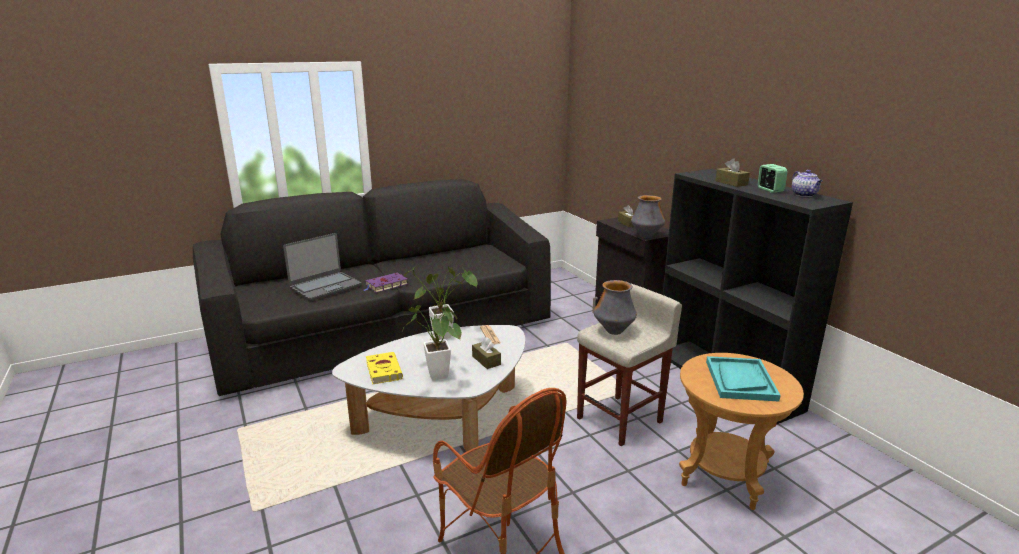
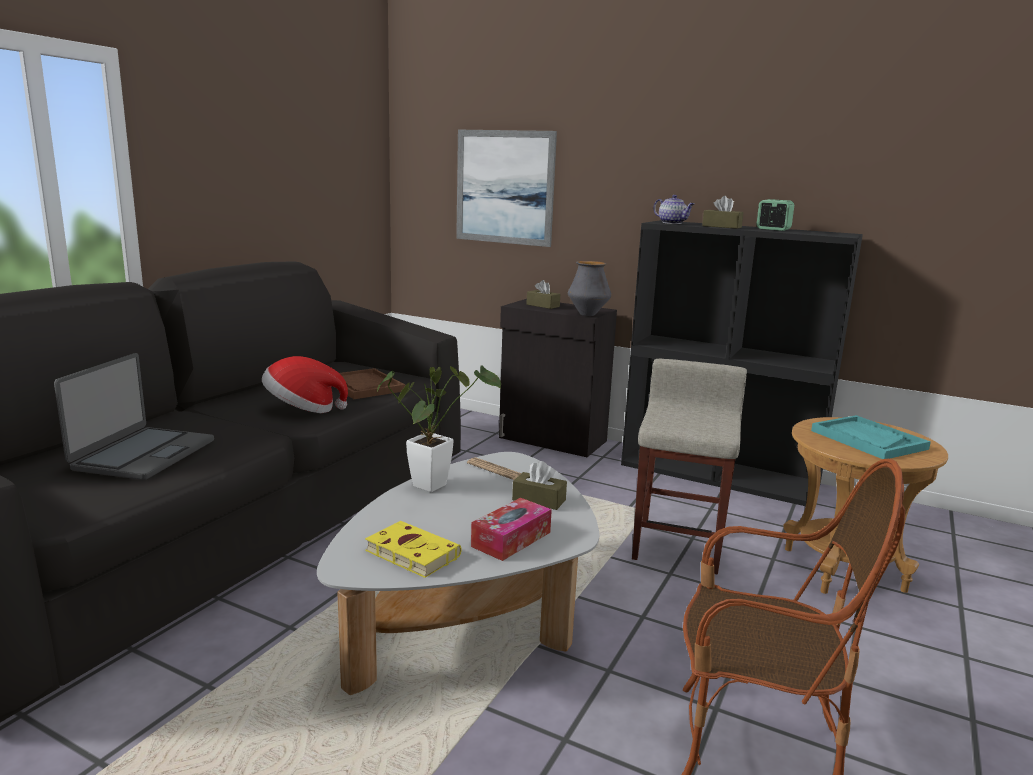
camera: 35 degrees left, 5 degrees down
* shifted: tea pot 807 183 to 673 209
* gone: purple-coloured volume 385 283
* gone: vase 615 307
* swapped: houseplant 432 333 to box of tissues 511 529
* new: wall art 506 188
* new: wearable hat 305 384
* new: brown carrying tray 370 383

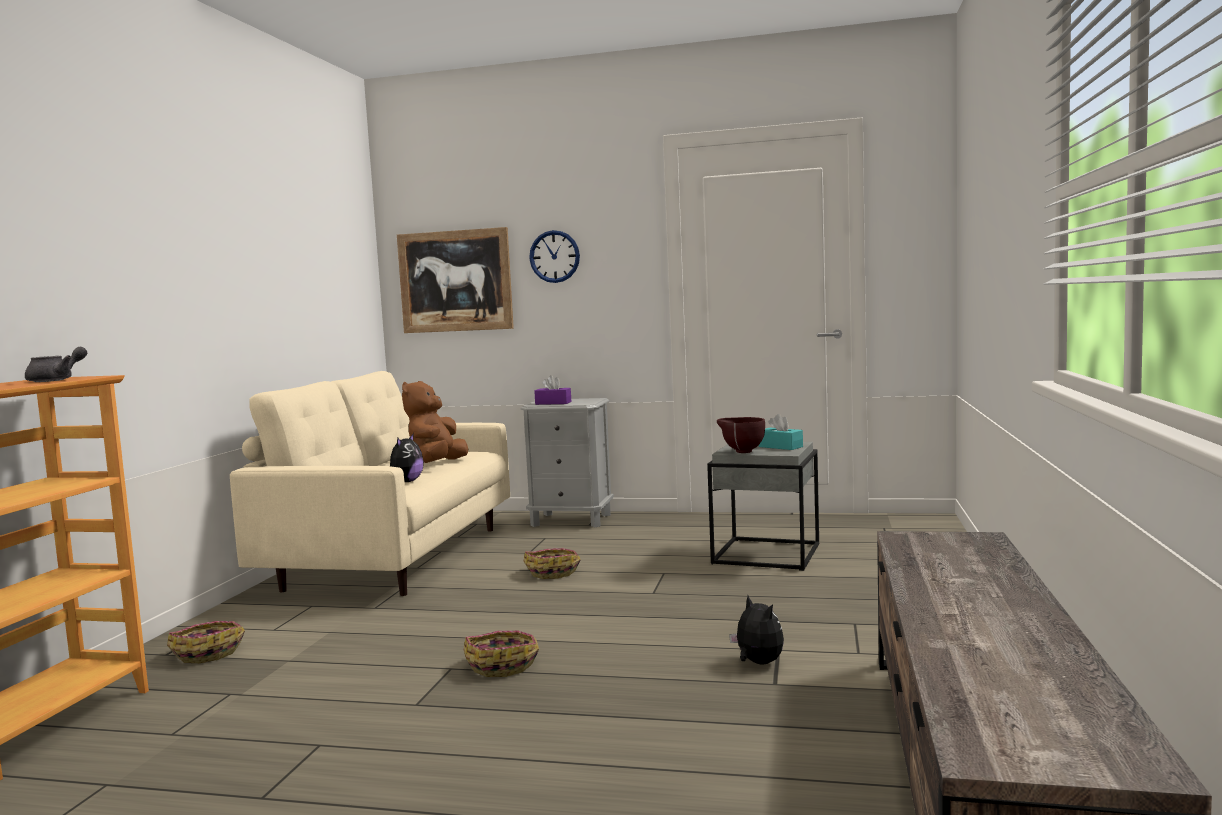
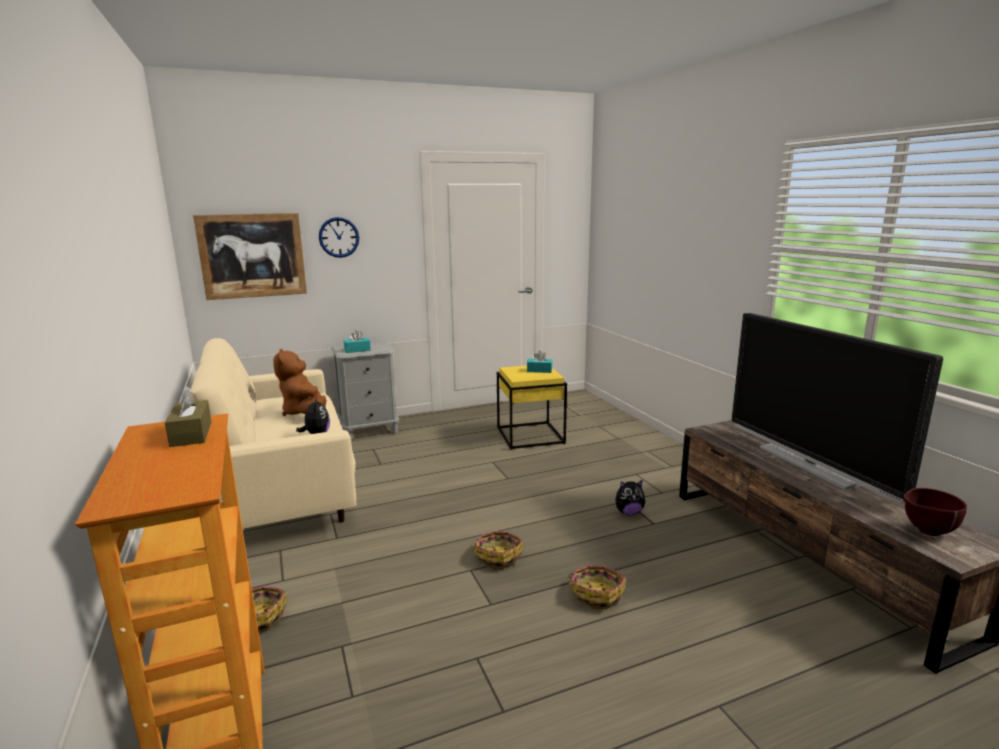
camera: 35 degrees left, 10 degrees up
* swapped: grey tea pot 56 364 to brown box of tissues 188 417
* repainted: purple-coloured box of tissues 552 390 to turquoise box of tissues 357 341
* shifted: brown deep dish 741 435 to 935 512
* repainted: grey side table 763 506 to yellow-coloured side table 532 407
* shifted: basket 552 563 to 597 587
* rotated: cuddly toy 756 630 = 630 497 150 degrees clockwise
* new: TV set 837 408

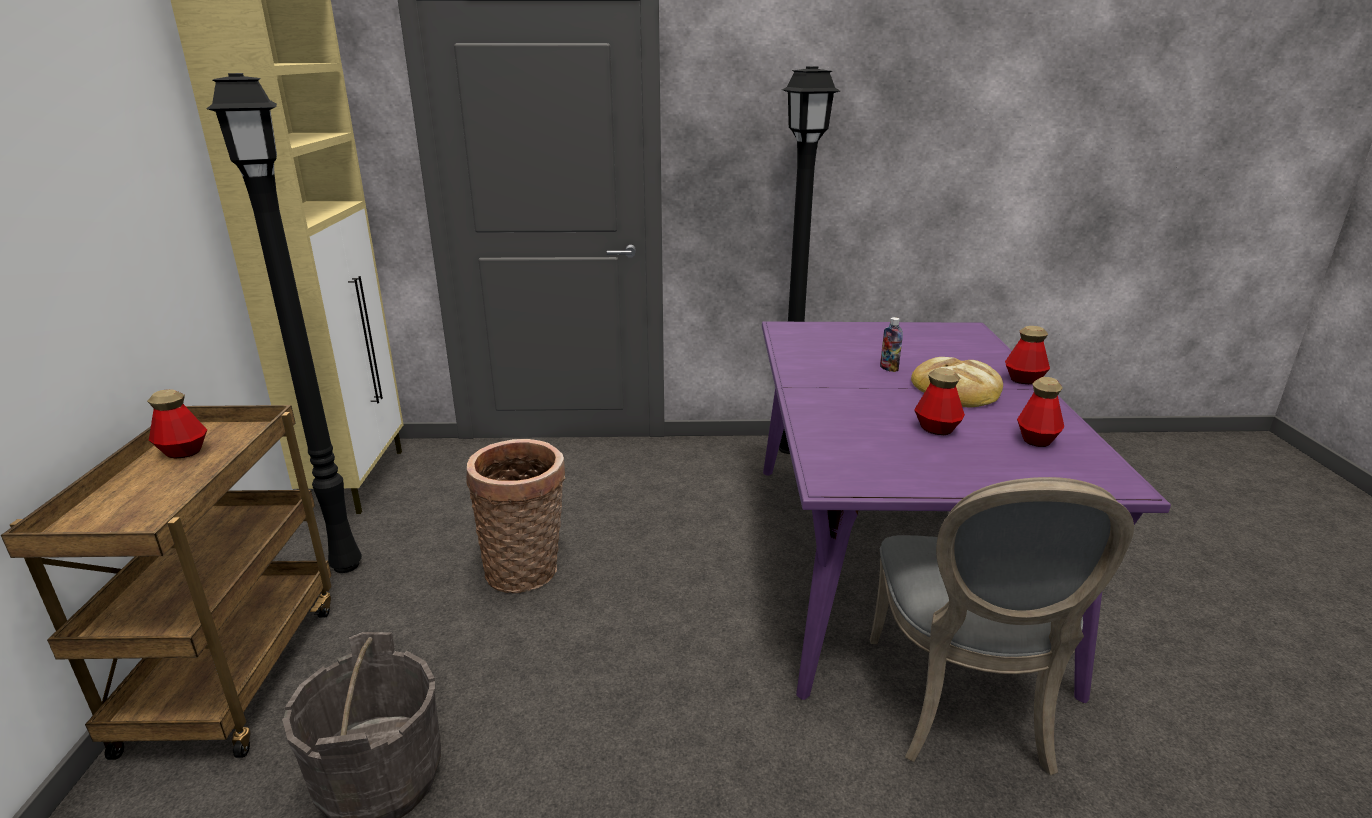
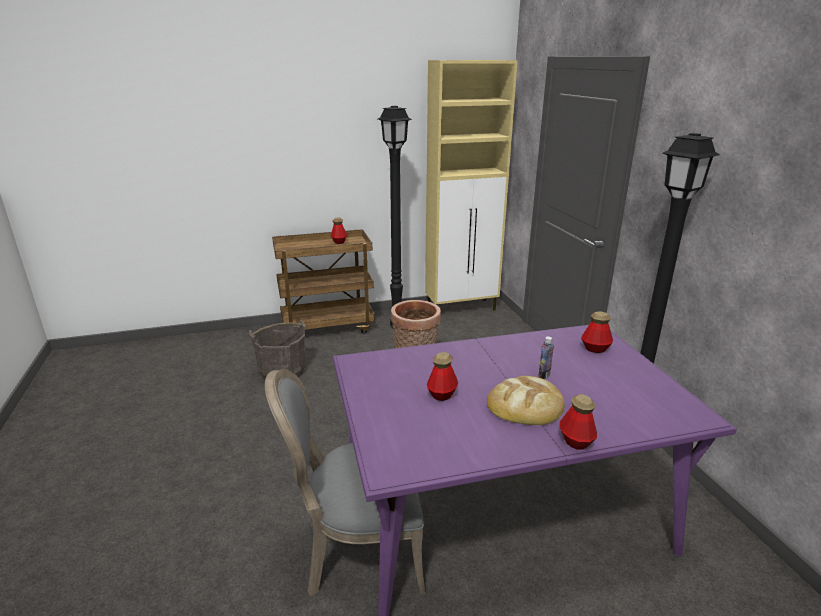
camera: 75 degrees right, 0 degrees up
* shifted: beverage bottle 1040 412 to 597 332

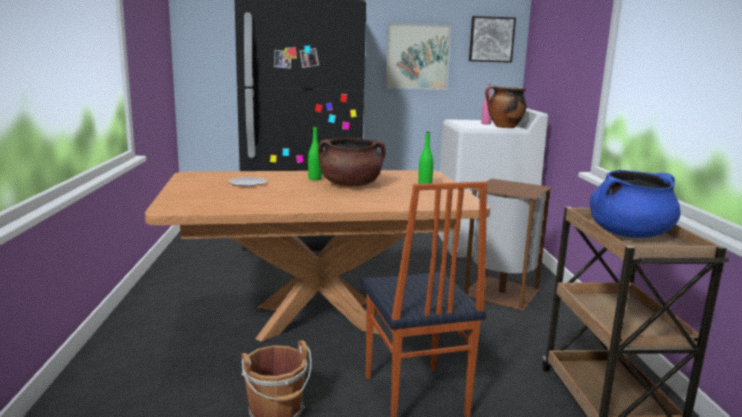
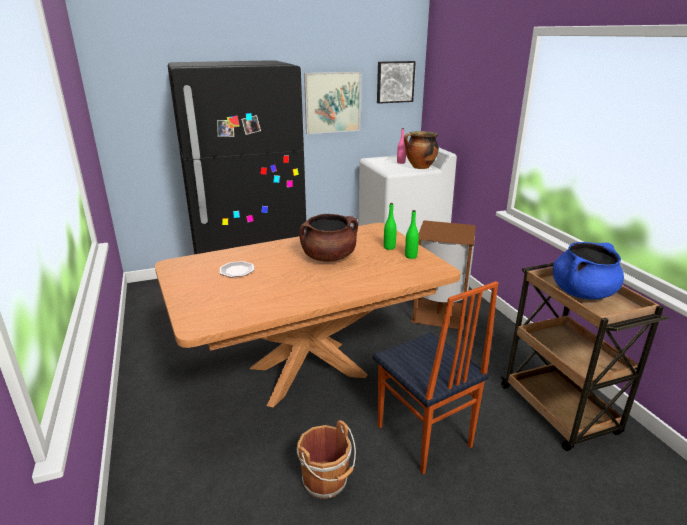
camera: 15 degrees left, 10 degrees up
* shifted: green-coloured beverage bottle 315 153 to 412 234

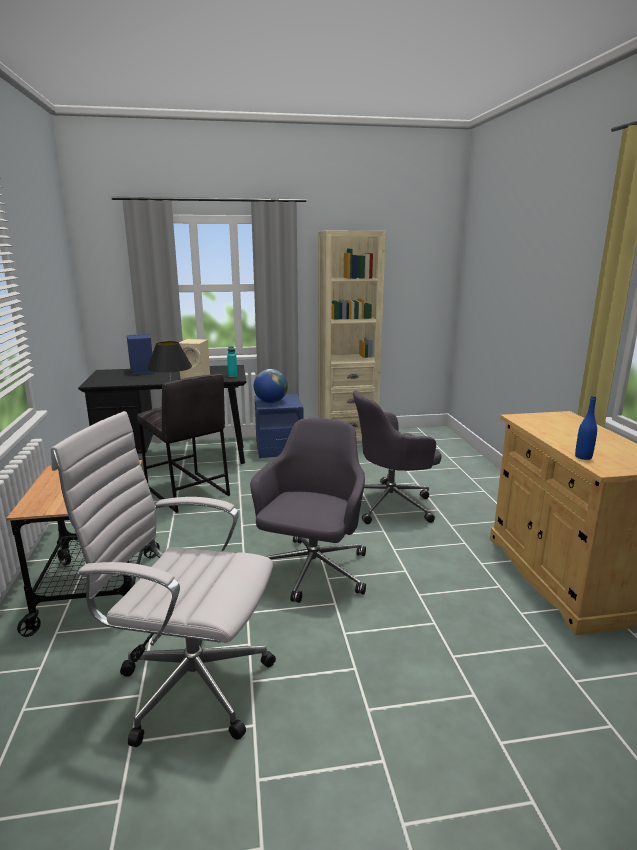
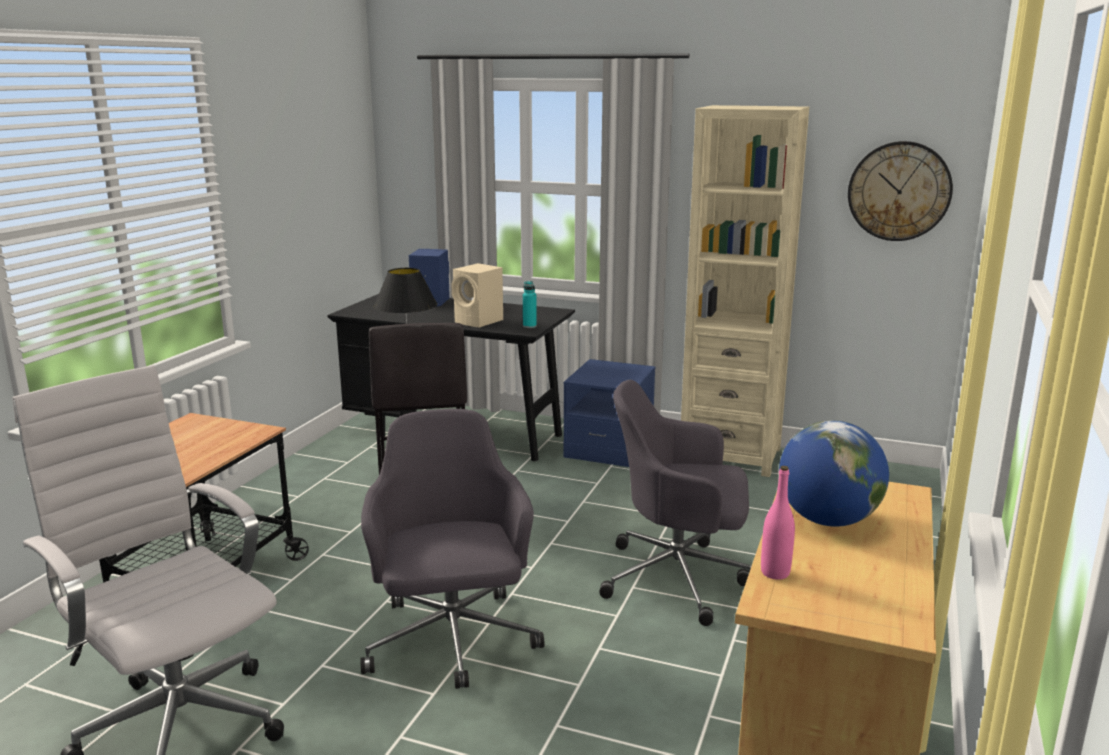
camera: 30 degrees right, 0 degrees up
* shifted: desk globe 271 386 to 834 473
* repainted: blue-coloured beverage bottle 586 428 to pinkish beverage bottle 778 523
* rotated: grey office chair 308 510 = 452 549 60 degrees counterclockwise
* new: clock on the wall 900 191

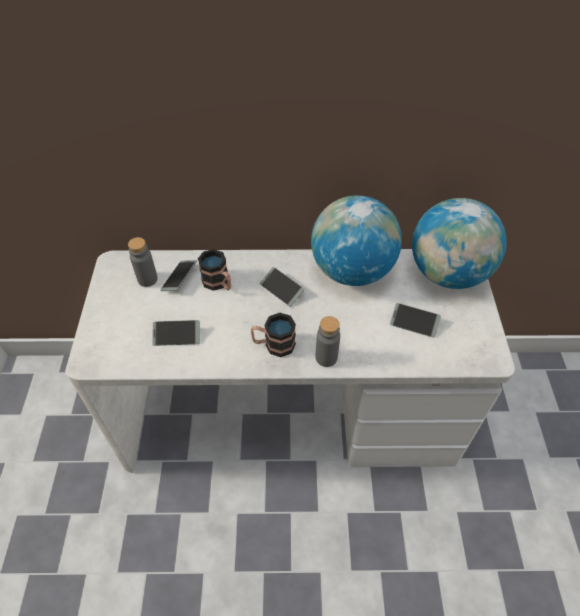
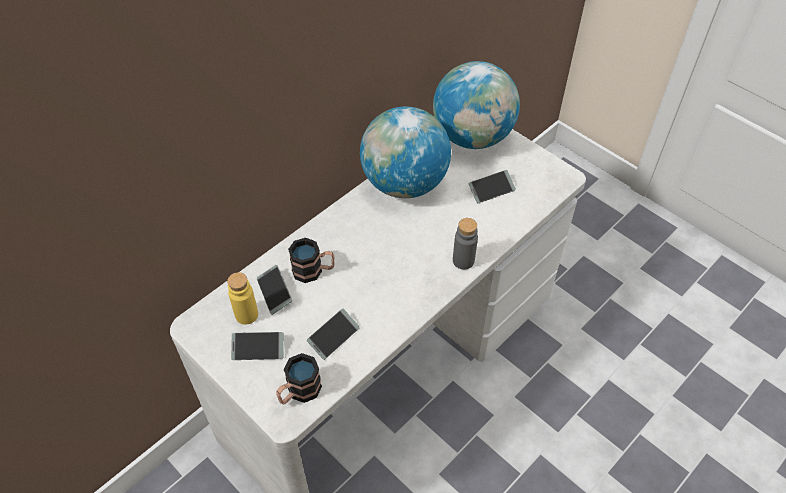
camera: 45 degrees left, 0 degrees up
* repainted: grey beverage bottle 143 262 to yellow-coloured beverage bottle 242 298
* shifted: telephone 282 287 to 257 346
* shifted: mug 273 335 to 299 378

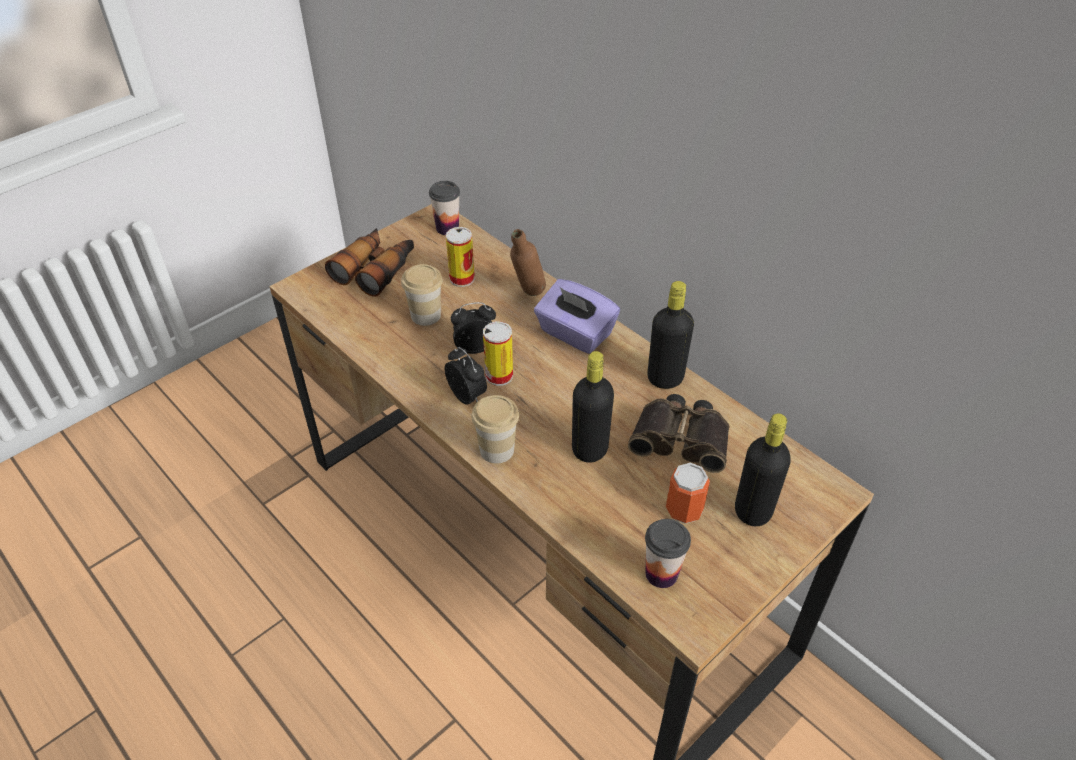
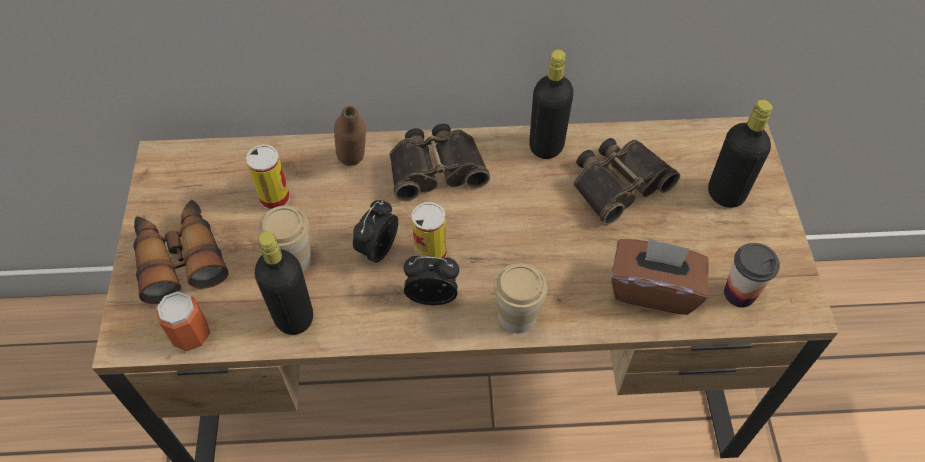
camera: 50 degrees left, 10 degrees up
* gone: drinking cup 444 208
* swapped: purple-coloured box of tissues 577 316 to binoculars 440 162
* shifted: black beverage bottle 593 407 to 284 283
* shifted: sealed can 688 493 to 183 321
* new: brown box of tissues 660 276

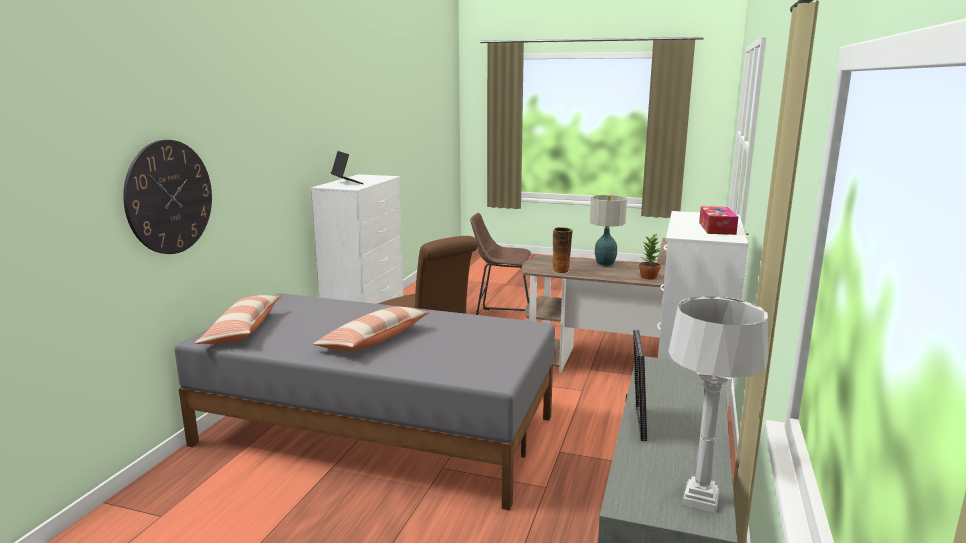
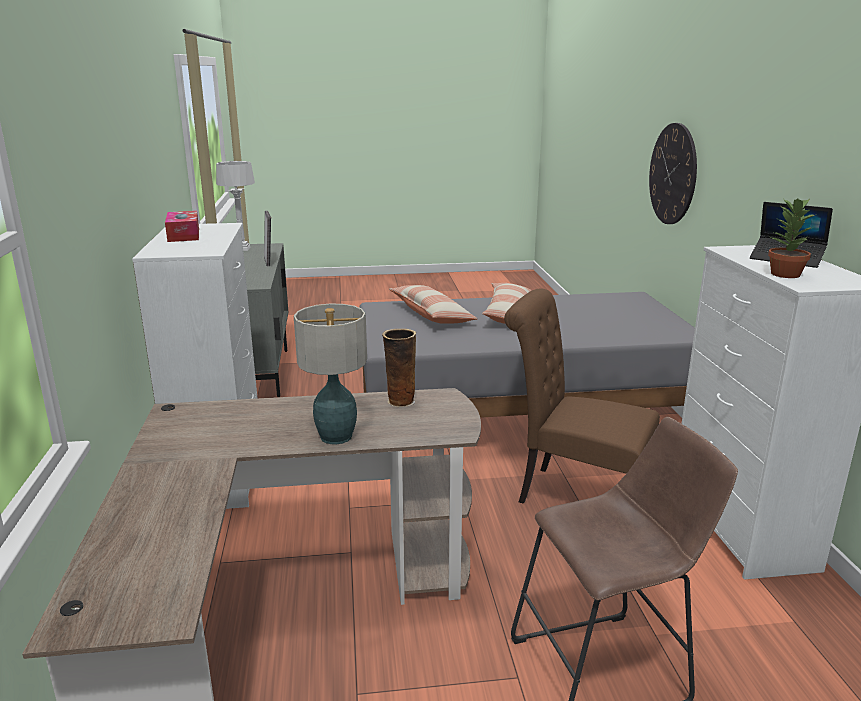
camera: 155 degrees right, 5 degrees up
* shifted: houseplant 650 256 to 791 238
* shifted: throw pillow 238 319 to 433 304

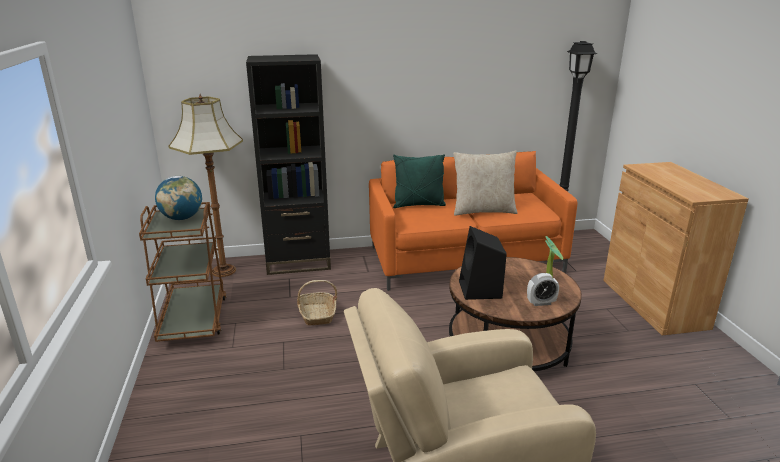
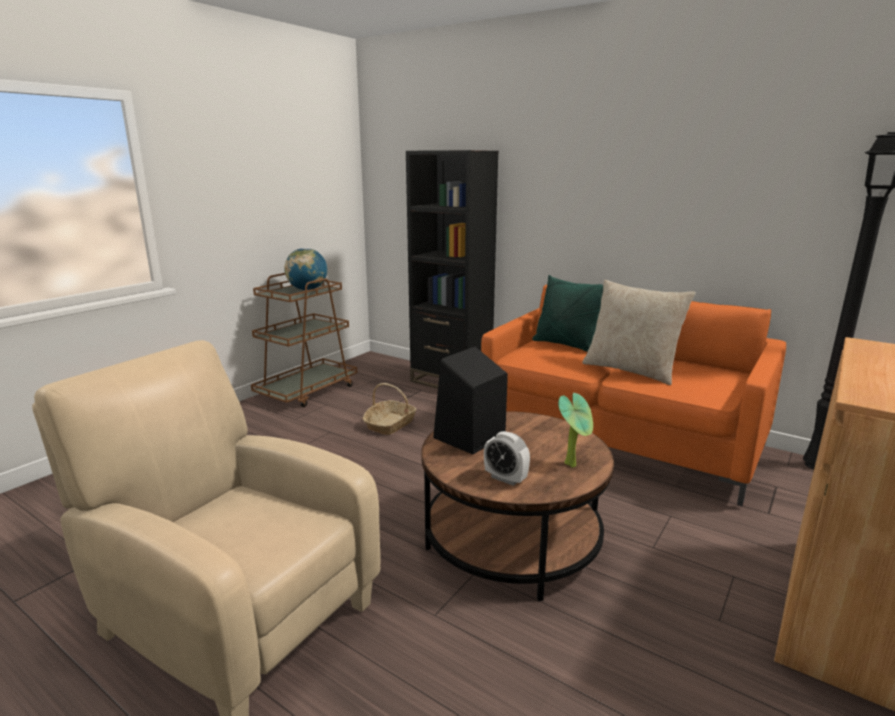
camera: 45 degrees right, 5 degrees down
* gone: standard lamp 206 185

